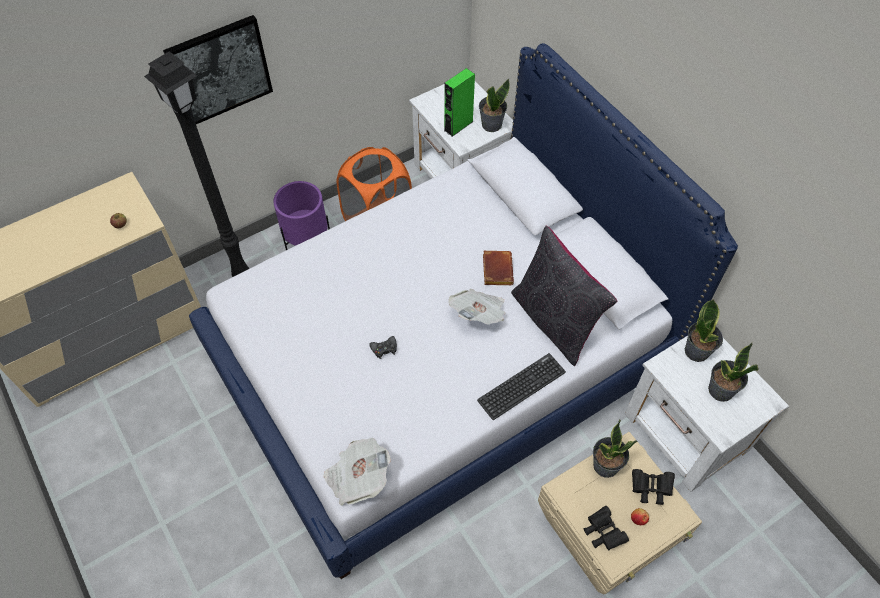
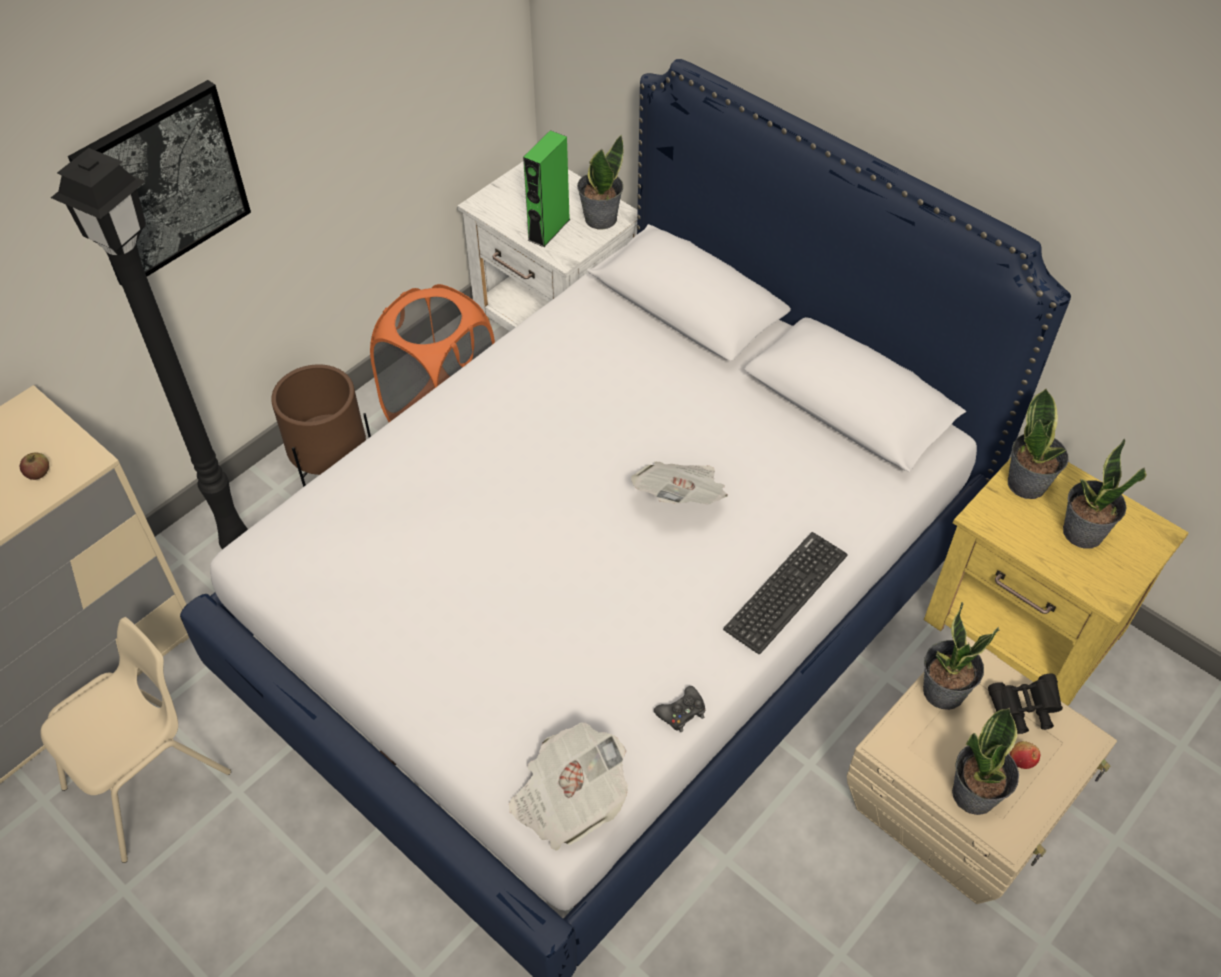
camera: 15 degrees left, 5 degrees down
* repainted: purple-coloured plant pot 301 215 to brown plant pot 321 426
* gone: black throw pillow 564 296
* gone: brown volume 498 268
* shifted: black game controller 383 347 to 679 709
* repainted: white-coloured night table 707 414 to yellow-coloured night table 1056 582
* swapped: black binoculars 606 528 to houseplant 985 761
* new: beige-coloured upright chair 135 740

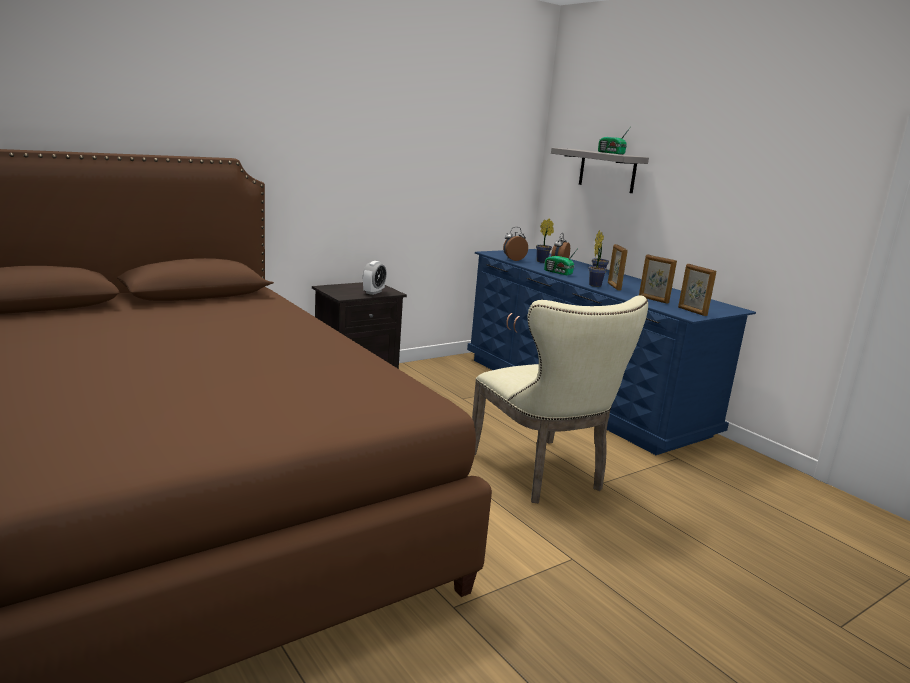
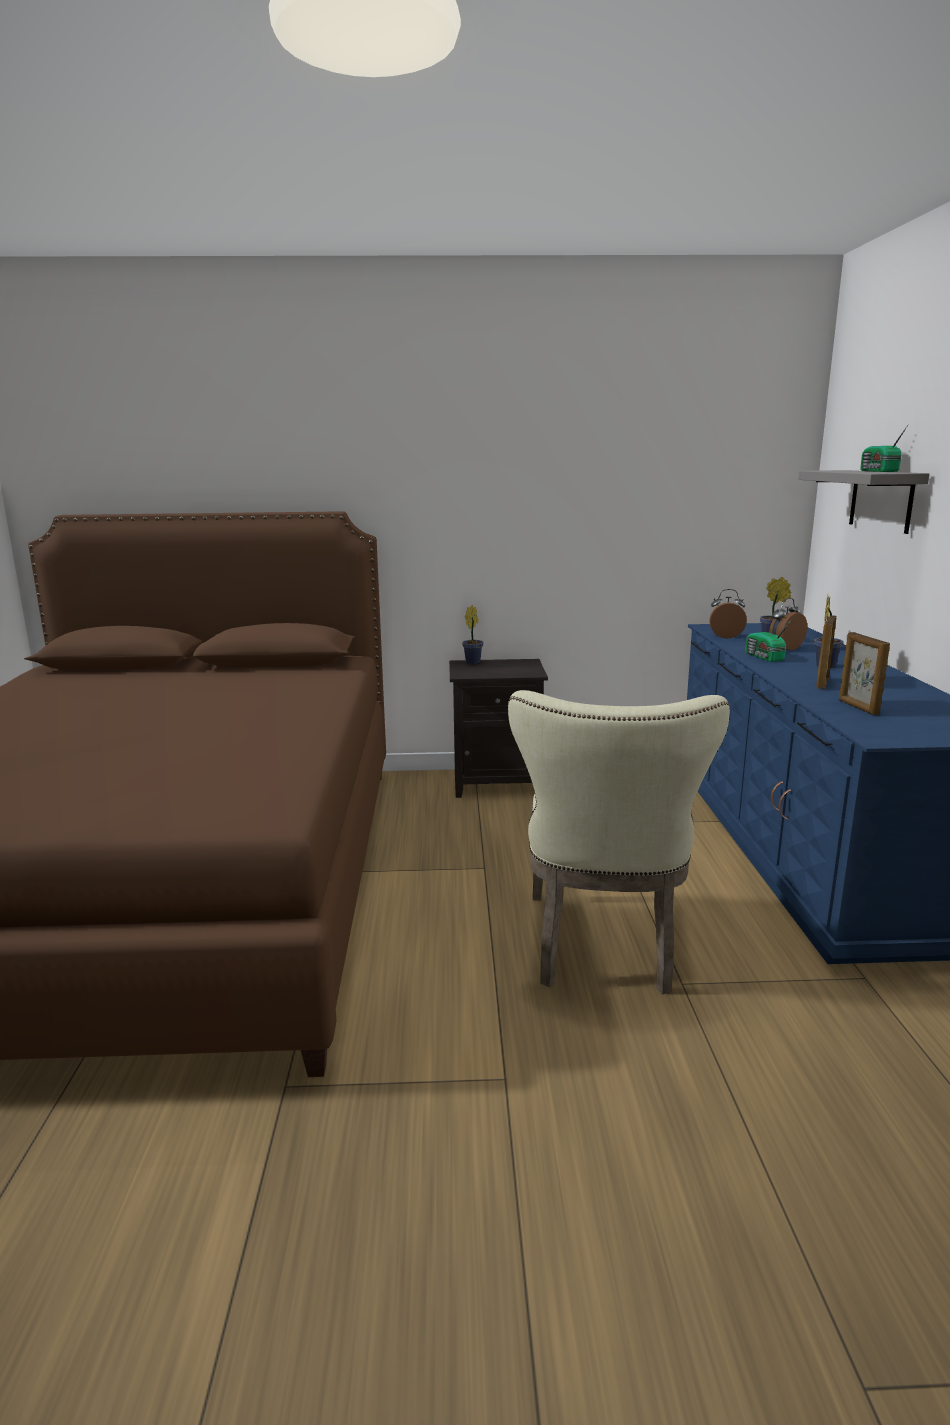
camera: 35 degrees right, 0 degrees up
* shifted: houseplant 598 261 to 473 634
* gone: table clock 375 278
* gone: standing frame 697 290

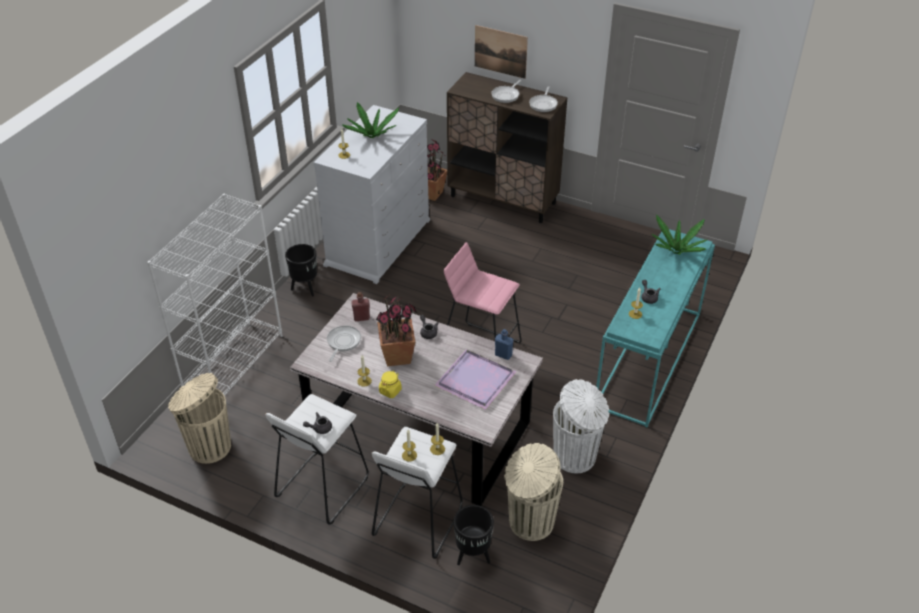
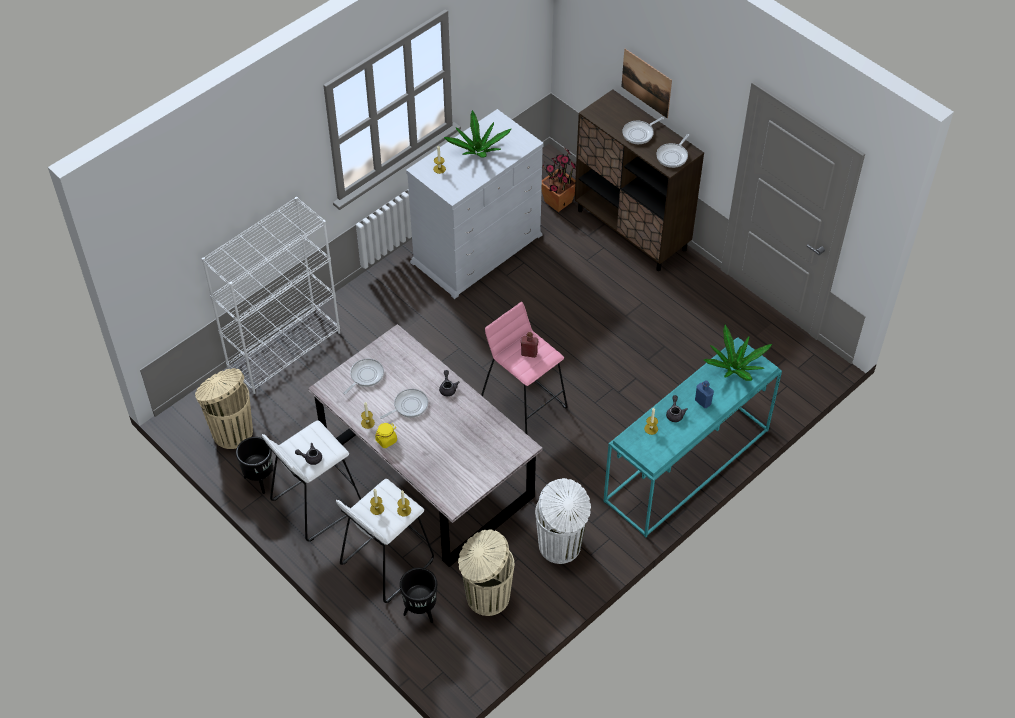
camera: 20 degrees right, 10 degrees up
* shifted: black plant pot 301 270 to 254 465
* shifted: reddish beverage bottle 360 306 to 529 345
* swapped: houseplant 396 330 to pan 404 404
* shifted: blue-coloured beverage bottle 504 344 to 704 394
* gone: purple-coloured carrying tray 475 379

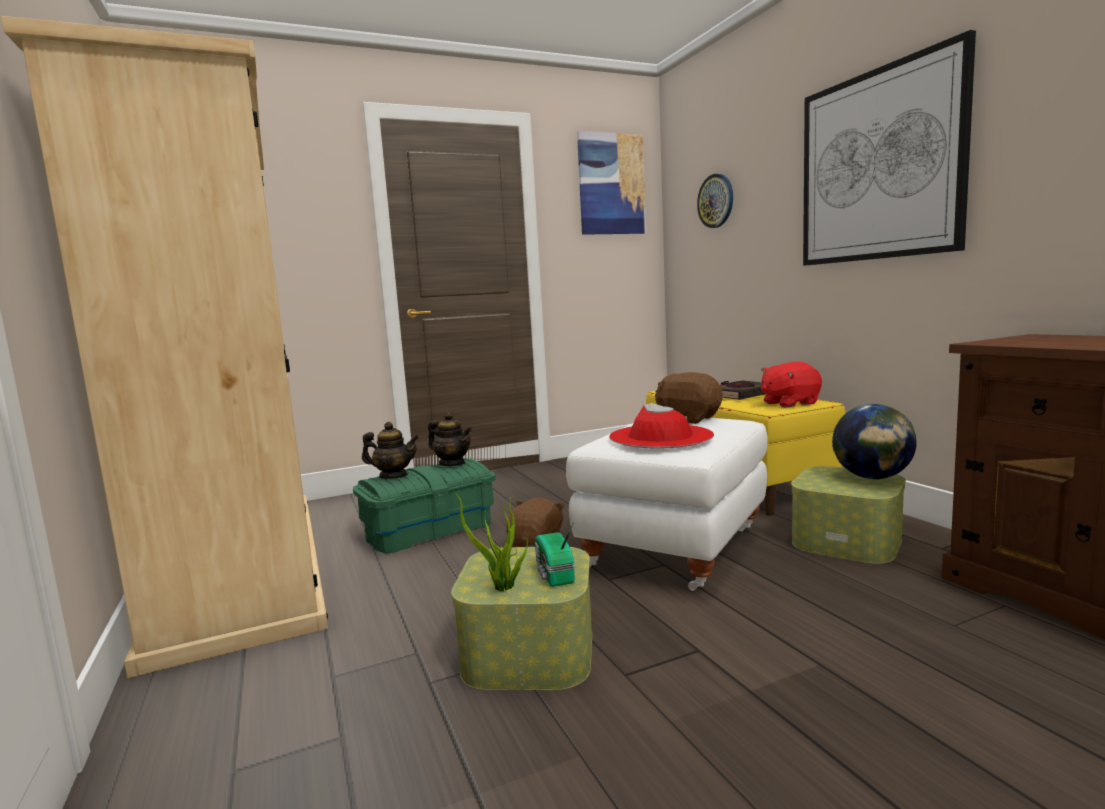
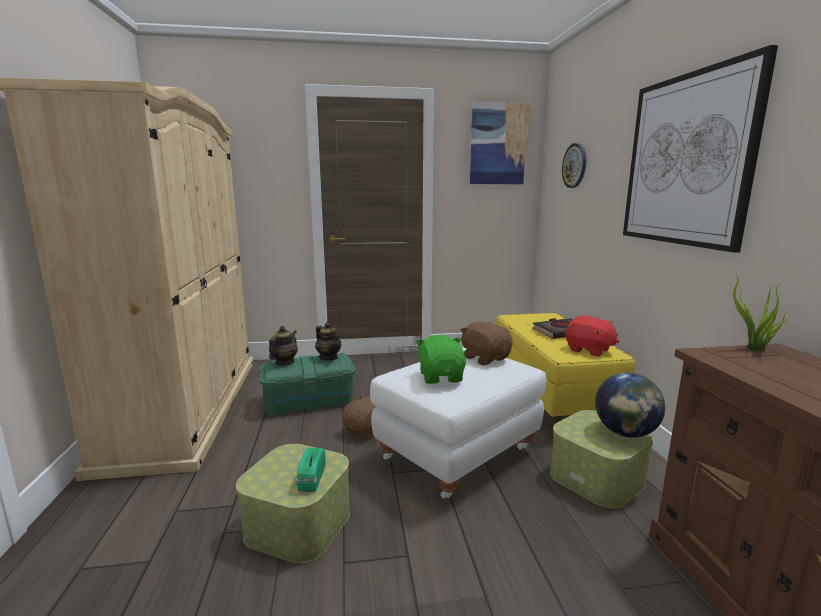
camera: 15 degrees right, 5 degrees up
* rotated: reddish cuddly toy 791 385 = 592 336 135 degrees counterclockwise
* swapped: reddish wearable hat 661 426 to green-coloured cuddly toy 440 359
* rotated: tea pot 390 450 = 283 346 90 degrees counterclockwise
* shifted: houseplant 488 539 to 759 308

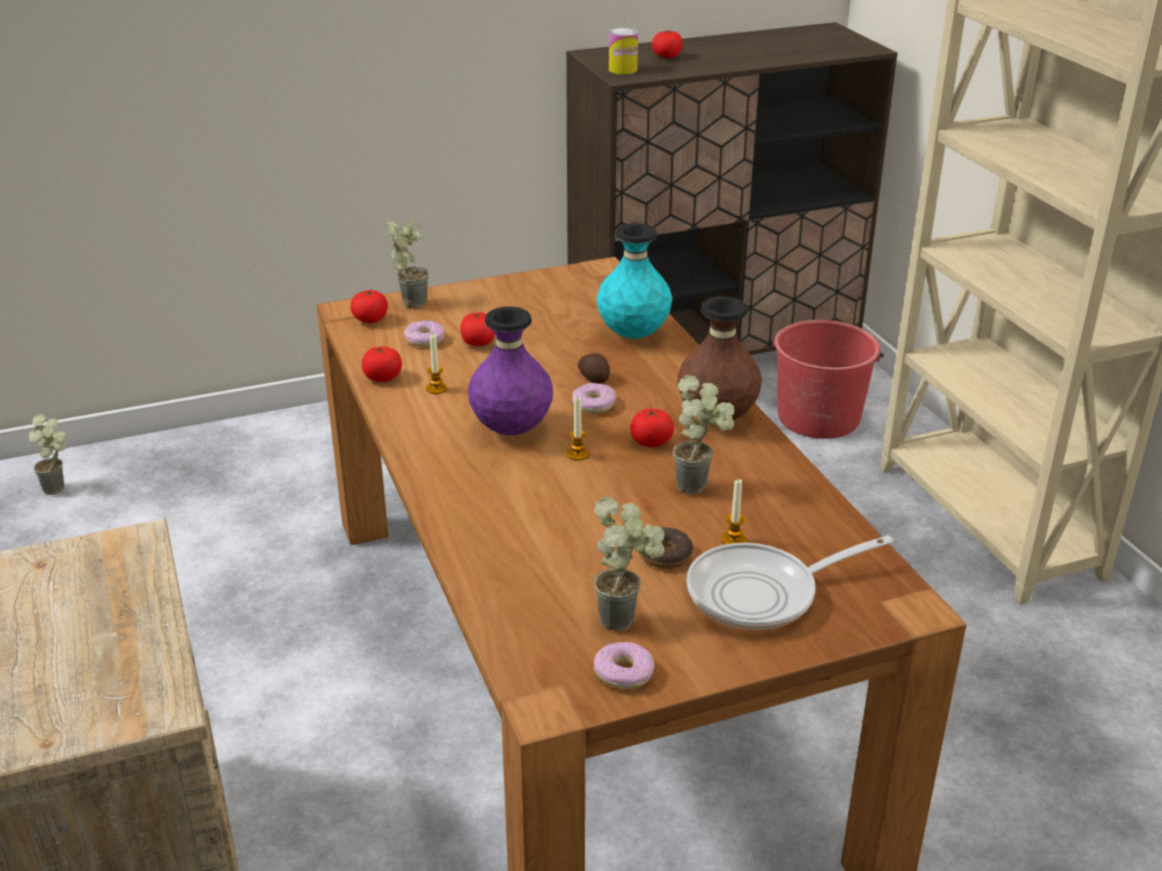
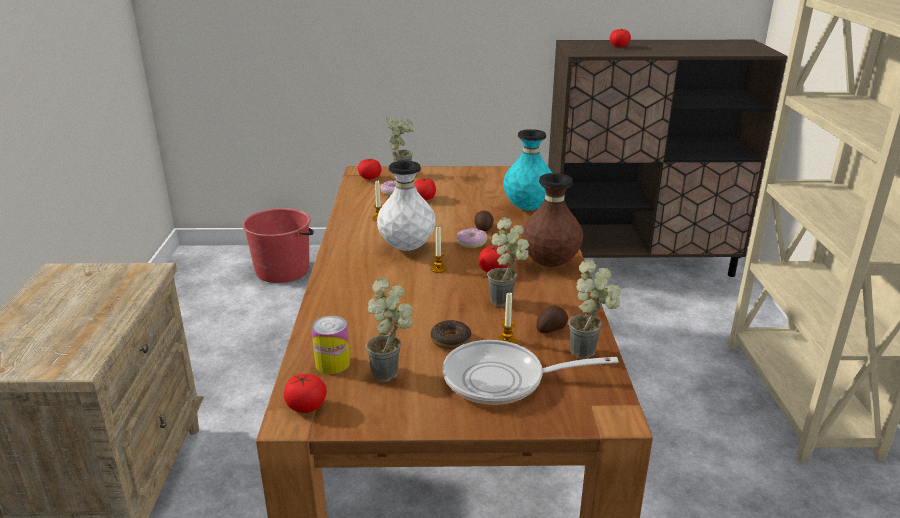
camera: 20 degrees right, 5 degrees down
* shifted: sealed can 623 51 to 330 345
* repainted: purple-coloured vase 510 370 to white-coloured vase 406 206
* shifted: reddish water bucket 828 379 to 278 245
* shifted: whole tomato 382 364 to 305 393
* shifted: houseplant 47 454 to 594 309
* gone: ring doughnut 624 665
* new: potato 552 319

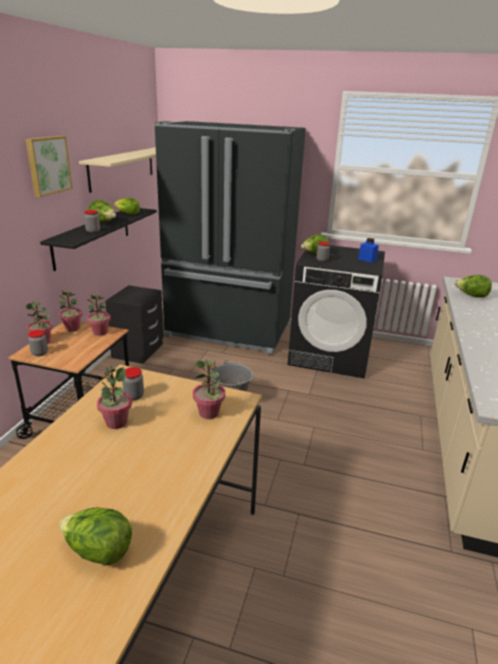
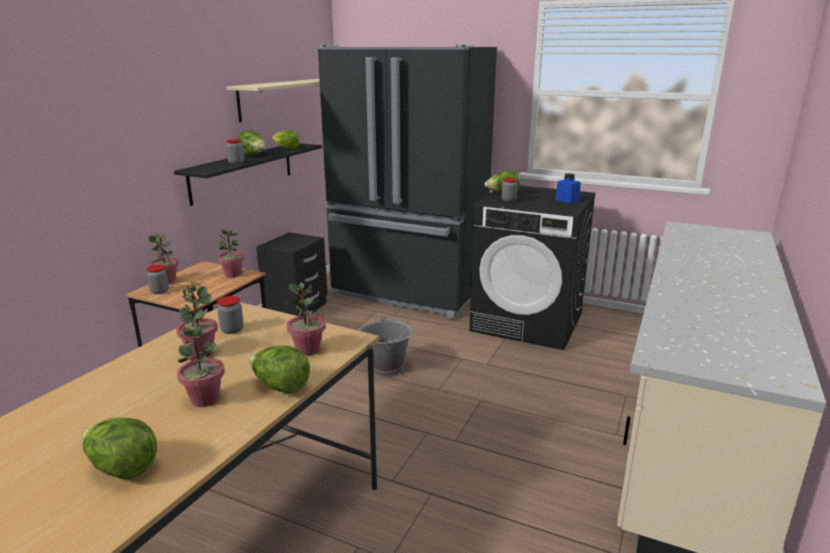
camera: 10 degrees right, 5 degrees down
* gone: wall art 49 166
* shifted: lettuce head 473 286 to 279 369
* shifted: houseplant 71 310 to 201 363

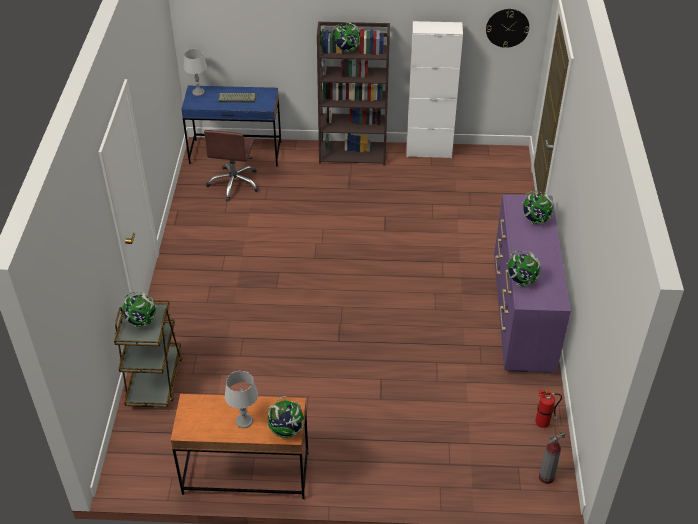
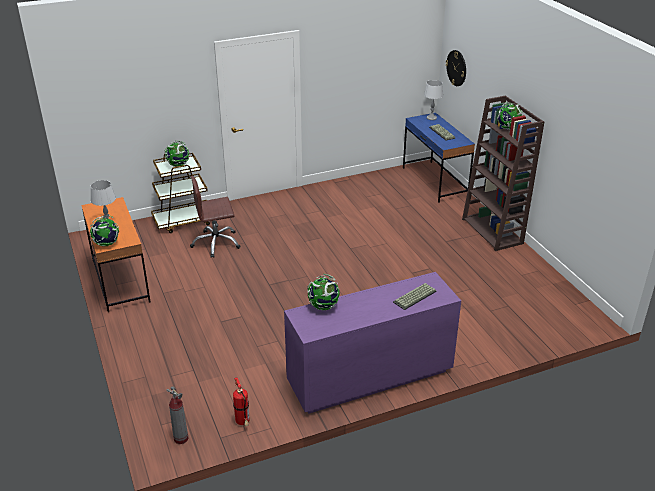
camera: 65 degrees right, 10 degrees down
* shifted: clock on the wall 507 28 to 456 68
* gone: white-coloured cupboard 435 89
* shifted: brown office chair 231 165 to 215 217
* swapped: desk globe 538 207 to PC keyboard 414 296

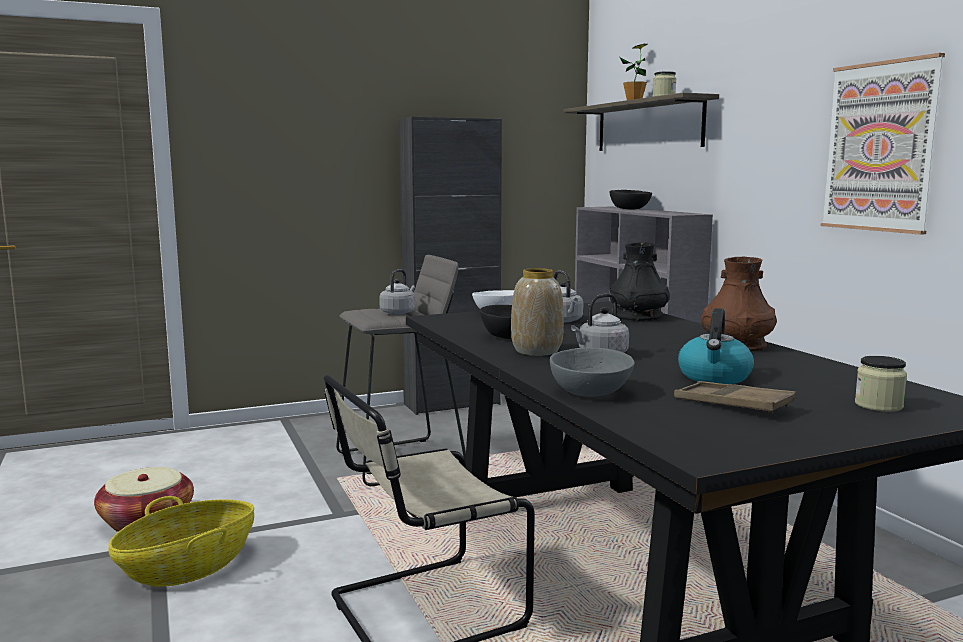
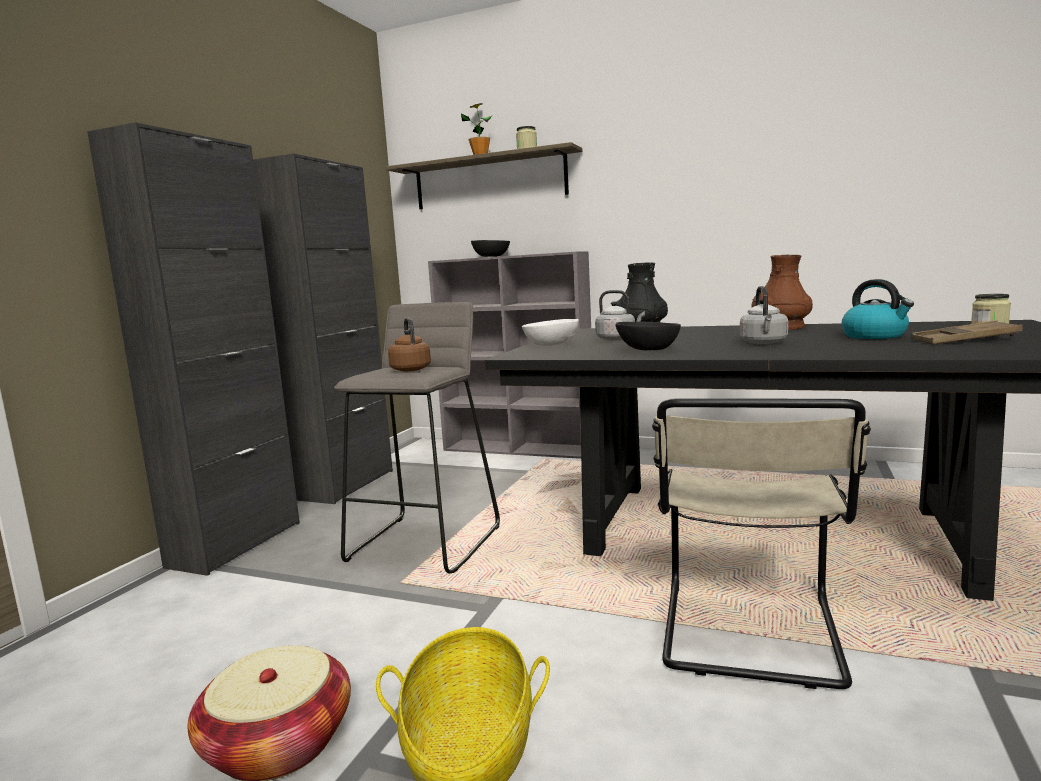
camera: 45 degrees left, 0 degrees up
* gone: wall art 883 144
* gone: vase 537 312
* repainted: grey water kettle 397 292 to brown water kettle 409 345
* gone: grey deep dish 592 372
* new: black cupboard 193 349

